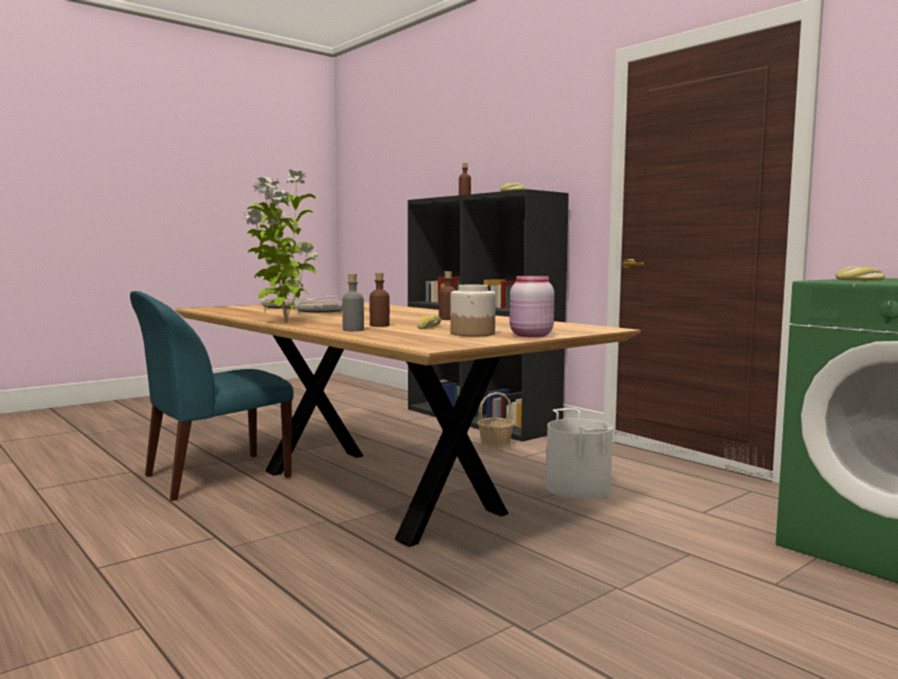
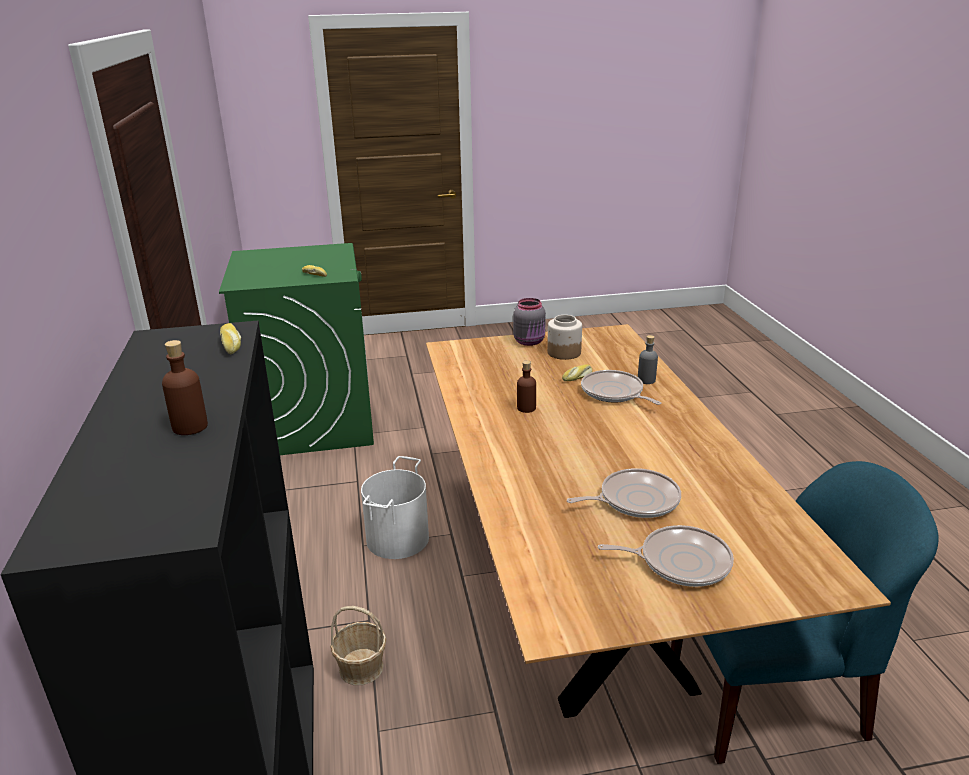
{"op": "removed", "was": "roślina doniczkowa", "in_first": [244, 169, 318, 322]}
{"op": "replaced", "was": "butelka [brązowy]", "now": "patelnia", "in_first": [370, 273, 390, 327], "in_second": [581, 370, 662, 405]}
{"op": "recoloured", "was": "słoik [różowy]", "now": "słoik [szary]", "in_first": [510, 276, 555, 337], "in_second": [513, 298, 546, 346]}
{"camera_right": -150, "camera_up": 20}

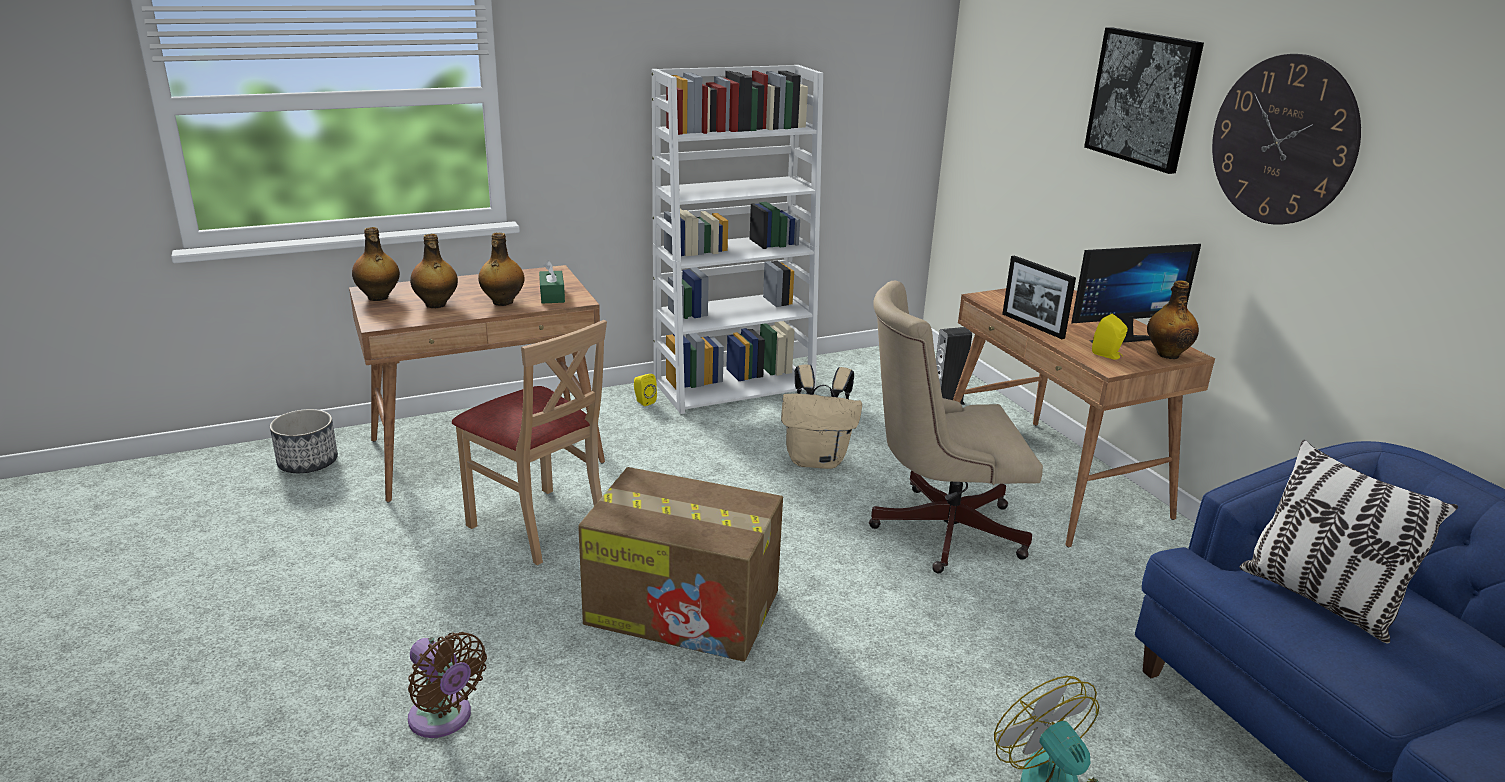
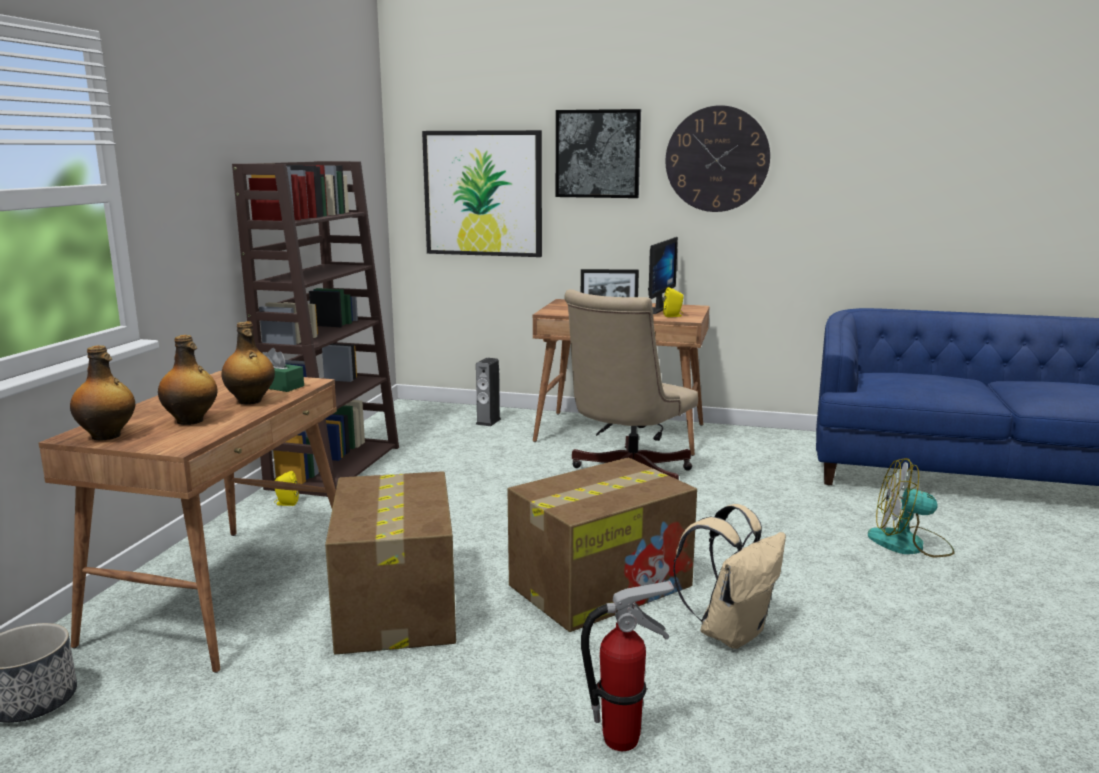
{"op": "recoloured", "was": "regał [biały]", "now": "regał [brązowy]", "in_first": [652, 65, 823, 414], "in_second": [232, 161, 399, 497]}
{"op": "removed", "was": "butelka", "in_first": [1147, 280, 1199, 359]}
{"op": "replaced", "was": "krzesło [beżowy]", "now": "karton", "in_first": [452, 320, 607, 565], "in_second": [325, 471, 456, 655]}
{"op": "moved", "was": "plecak [beżowy]", "in_first": [781, 365, 862, 469], "in_second": [673, 504, 786, 649]}
{"op": "removed", "was": "poduszka", "in_first": [1240, 440, 1458, 643]}
{"op": "replaced", "was": "wentylator [brązowy]", "now": "gaśnica", "in_first": [408, 632, 487, 738], "in_second": [581, 580, 674, 751]}
{"op": "added", "now": "obraz", "in_second": [422, 130, 542, 257]}
{"camera_right": -50, "camera_up": -10}

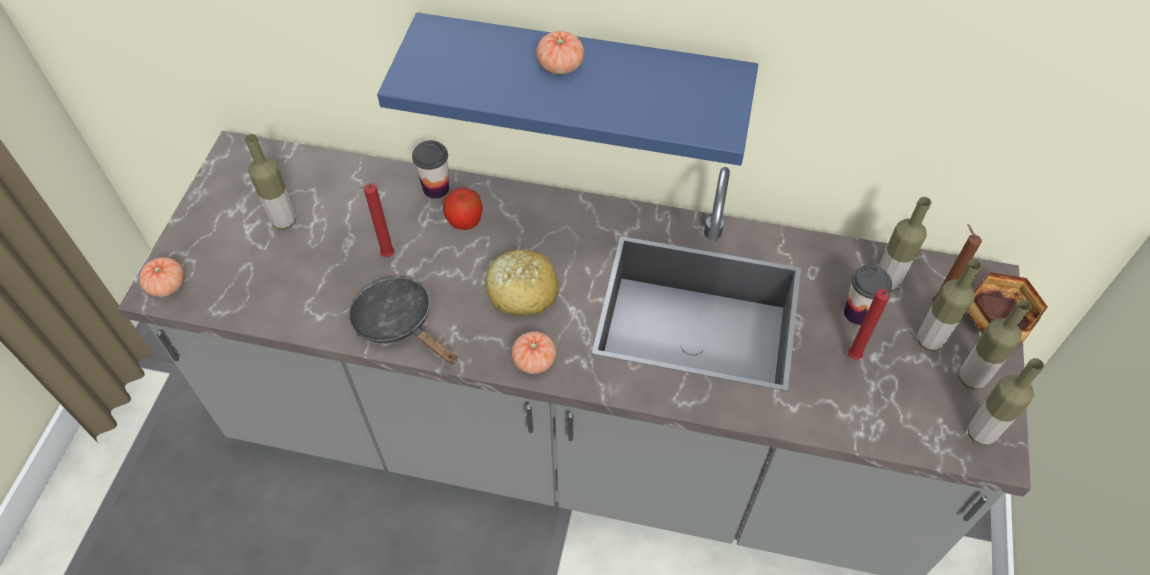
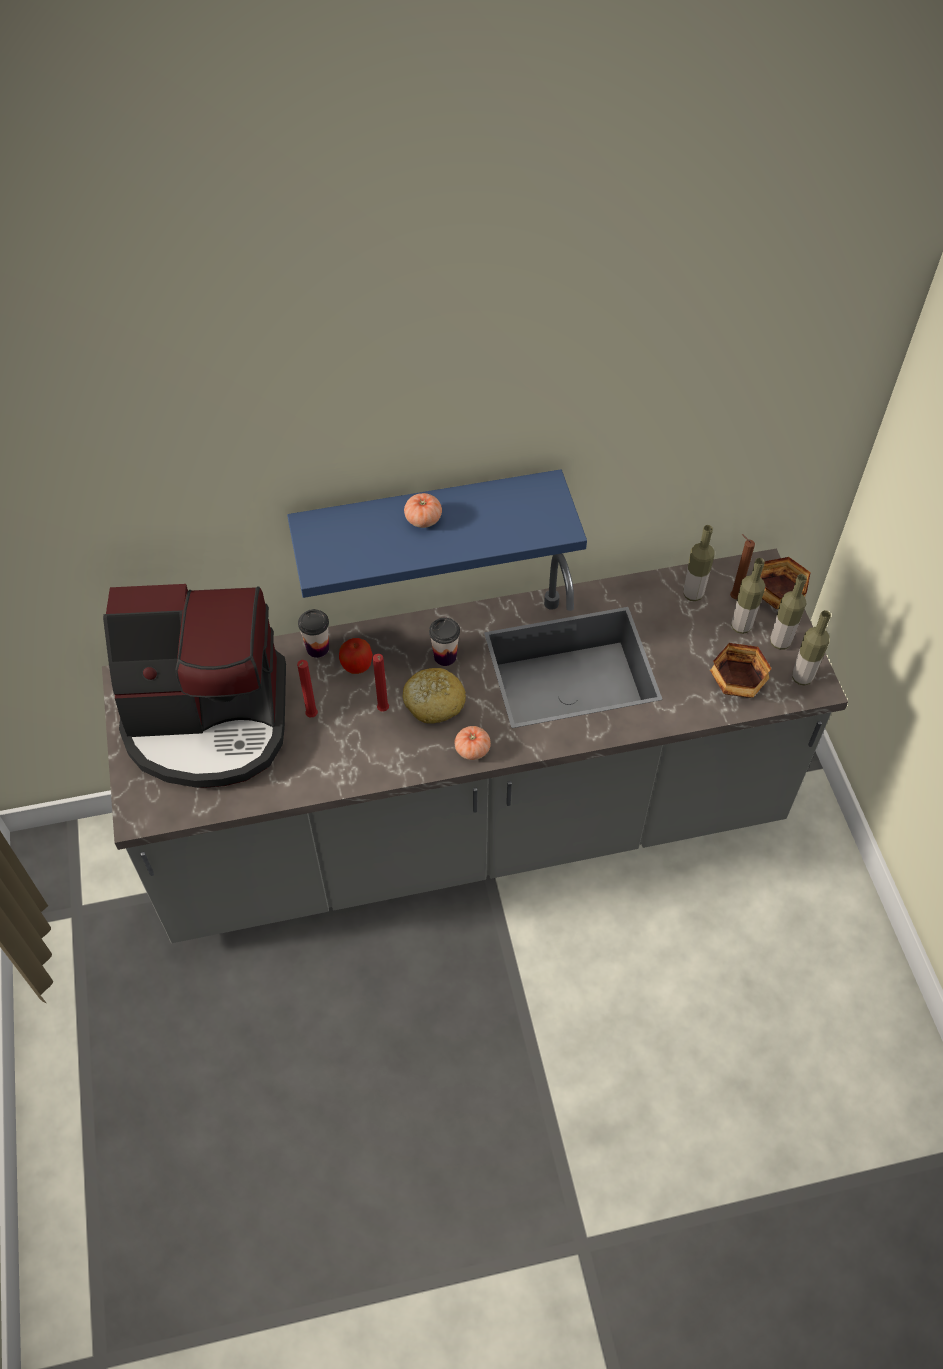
{"op": "replaced", "was": "butelka", "now": "ekspres do kawy", "in_first": [245, 134, 296, 230], "in_second": [103, 584, 286, 788]}
{"op": "removed", "was": "pomidor", "in_first": [139, 257, 184, 297]}
{"op": "moved", "was": "filiżanka", "in_first": [844, 265, 892, 325], "in_second": [429, 618, 460, 666]}
{"op": "removed", "was": "patelnia [czarny]", "in_first": [349, 277, 458, 365]}
{"op": "moved", "was": "świeca [czerwony]", "in_first": [848, 289, 890, 360], "in_second": [373, 654, 389, 712]}
{"op": "added", "now": "miska", "in_second": [710, 643, 772, 698]}
{"camera_right": -25, "camera_up": 0}

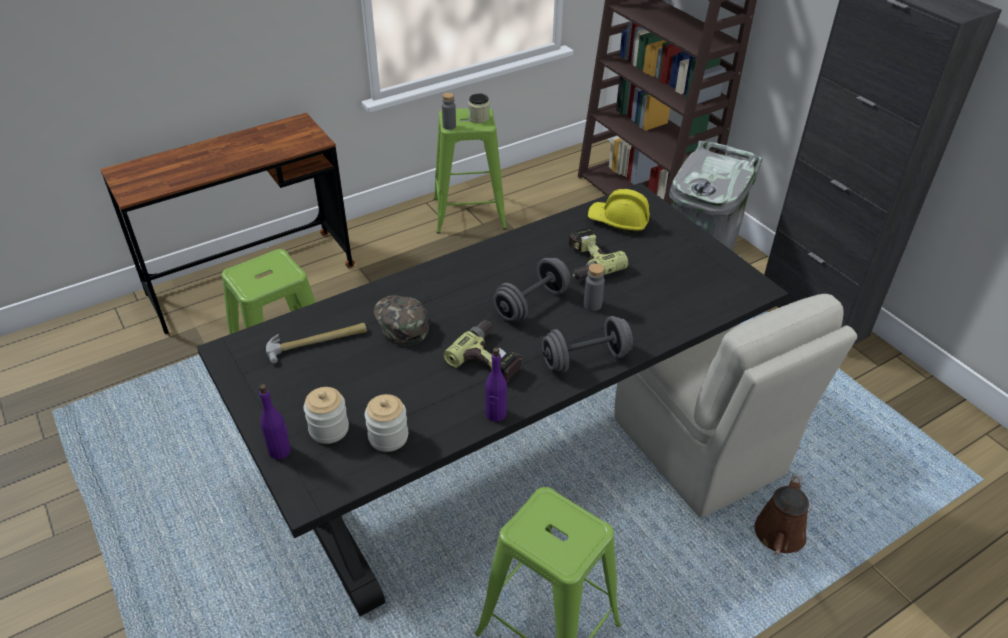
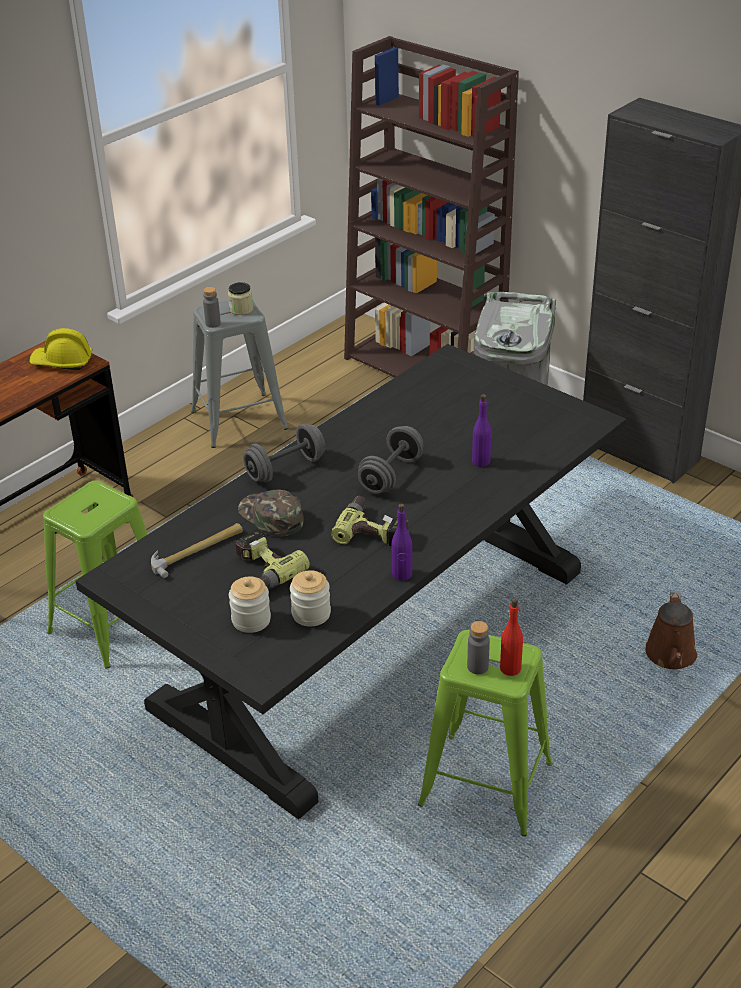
{"op": "recoloured", "was": "stołek [zielony]", "now": "stołek [szary]", "in_first": [434, 108, 507, 234], "in_second": [191, 300, 288, 448]}
{"op": "moved", "was": "kask [żółty]", "in_first": [588, 189, 650, 233], "in_second": [30, 328, 92, 370]}
{"op": "moved", "was": "wiertarka", "in_first": [569, 227, 628, 280], "in_second": [236, 529, 310, 589]}
{"op": "moved", "was": "butelka [szary]", "in_first": [584, 263, 605, 311], "in_second": [467, 621, 490, 674]}
{"op": "removed", "was": "krzesło [beżowy]", "in_first": [614, 294, 857, 518]}
{"op": "moved", "was": "hantel [szary]", "in_first": [542, 316, 633, 372], "in_second": [243, 424, 326, 482]}
{"op": "moved", "was": "butelka [fioletowy]", "in_first": [259, 384, 291, 459], "in_second": [472, 394, 492, 467]}
{"op": "added", "now": "butelka [czerwony]", "in_second": [500, 598, 523, 676]}
{"camera_right": -15, "camera_up": -5}

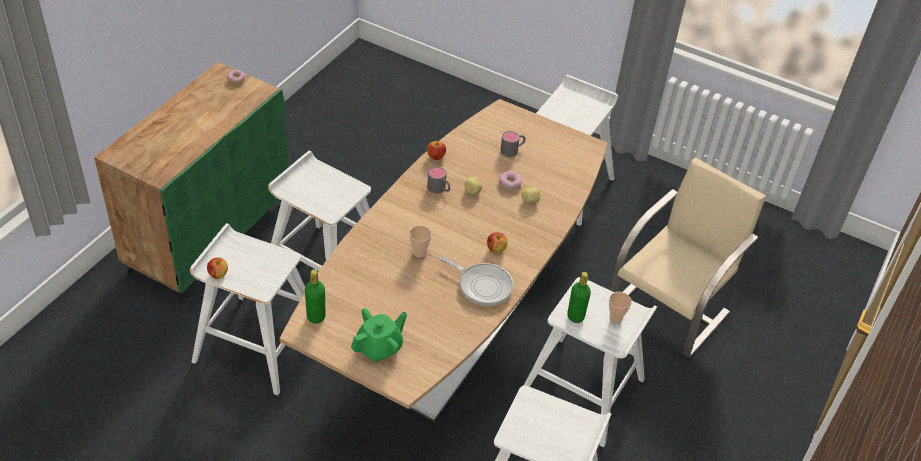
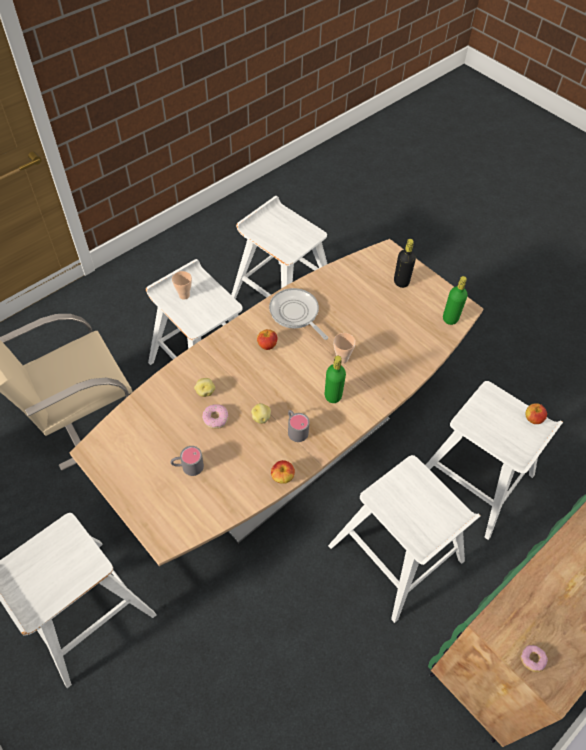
{"op": "moved", "was": "butelka [zielony]", "in_first": [567, 272, 591, 323], "in_second": [325, 355, 346, 403]}
{"op": "replaced", "was": "imbryk [zielony]", "now": "butelka [czarny]", "in_first": [351, 308, 407, 362], "in_second": [394, 239, 416, 288]}
{"camera_right": -160, "camera_up": 10}

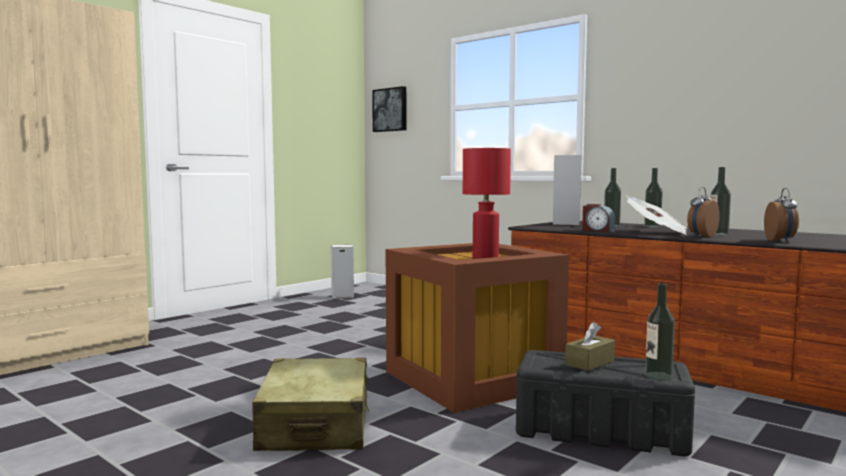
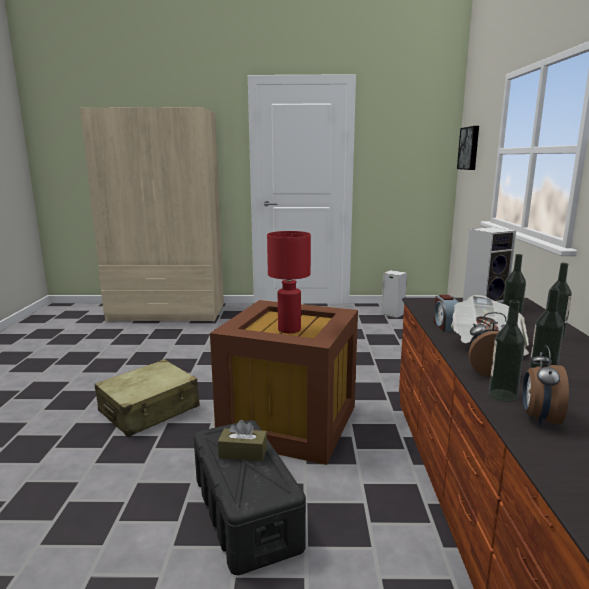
{"op": "turned", "was": "budzik", "in_first": [764, 188, 799, 242], "in_second": [523, 345, 569, 426], "clockwise": 135}
{"op": "moved", "was": "butelka", "in_first": [645, 283, 675, 380], "in_second": [489, 300, 525, 402]}
{"camera_right": 50, "camera_up": 10}

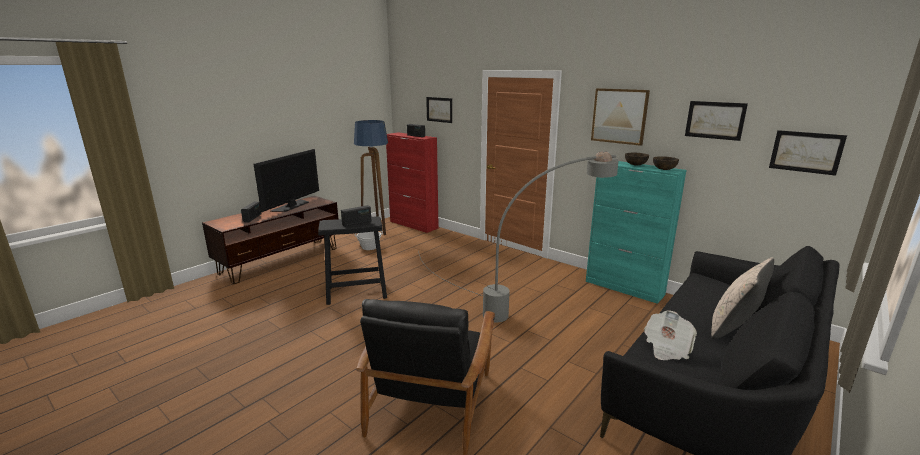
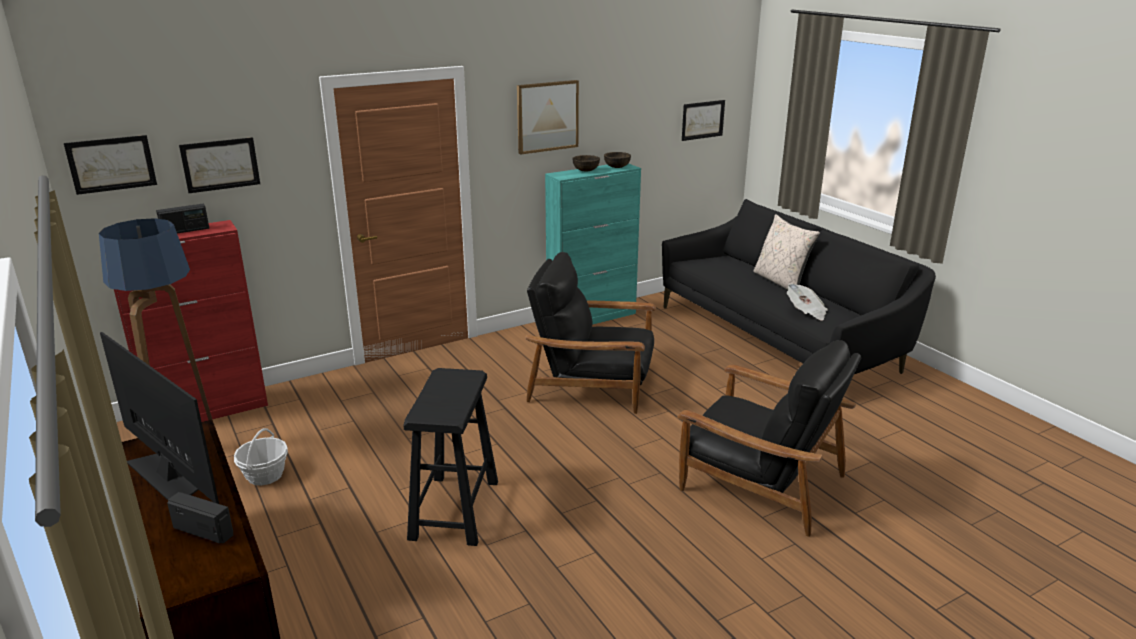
{"op": "moved", "was": "obraz", "in_first": [685, 101, 748, 141], "in_second": [64, 135, 157, 195]}
{"op": "replaced", "was": "lampa stojąca [szary]", "now": "fotel [czarny]", "in_first": [418, 151, 619, 322], "in_second": [526, 252, 656, 414]}
{"op": "removed", "was": "radio", "in_first": [341, 205, 372, 227]}
{"camera_right": -70, "camera_up": 5}

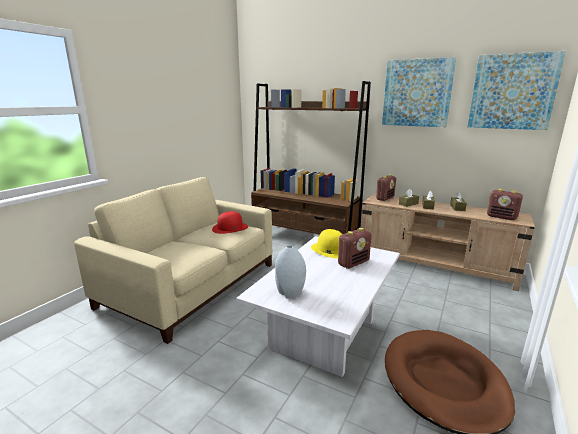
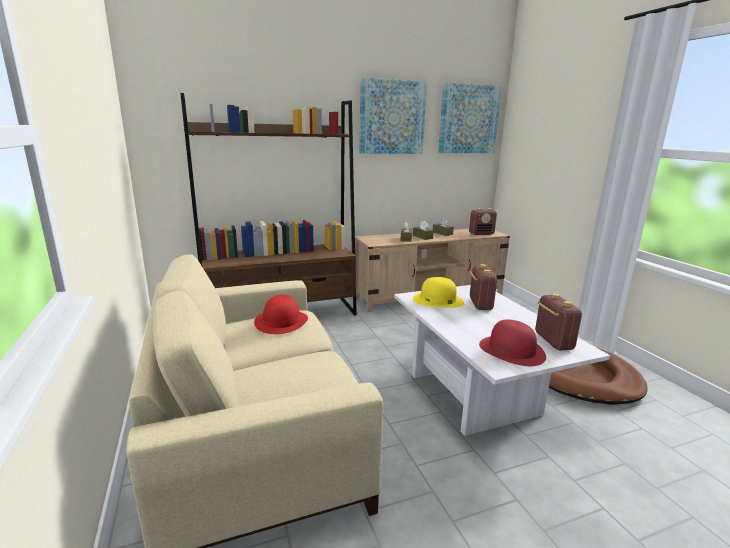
{"op": "moved", "was": "radio", "in_first": [376, 174, 396, 201], "in_second": [535, 293, 582, 351]}
{"op": "replaced", "was": "wazon [szary]", "now": "kapelusz [czerwony]", "in_first": [275, 246, 306, 299], "in_second": [479, 319, 546, 366]}
{"camera_right": -50, "camera_up": 0}

